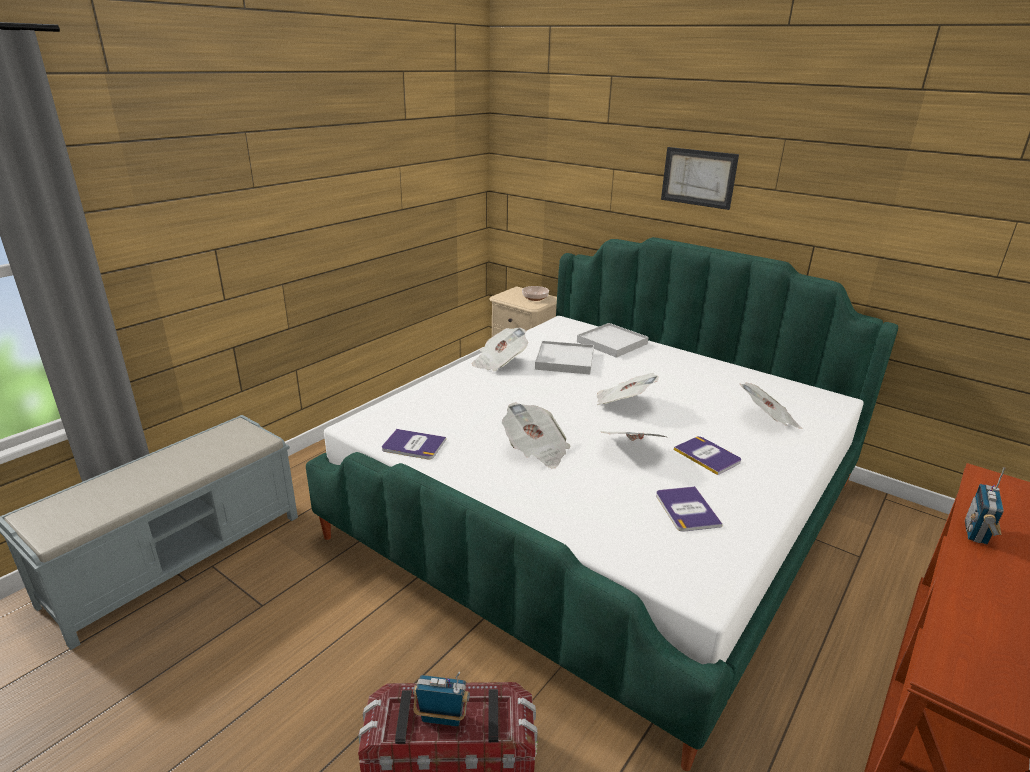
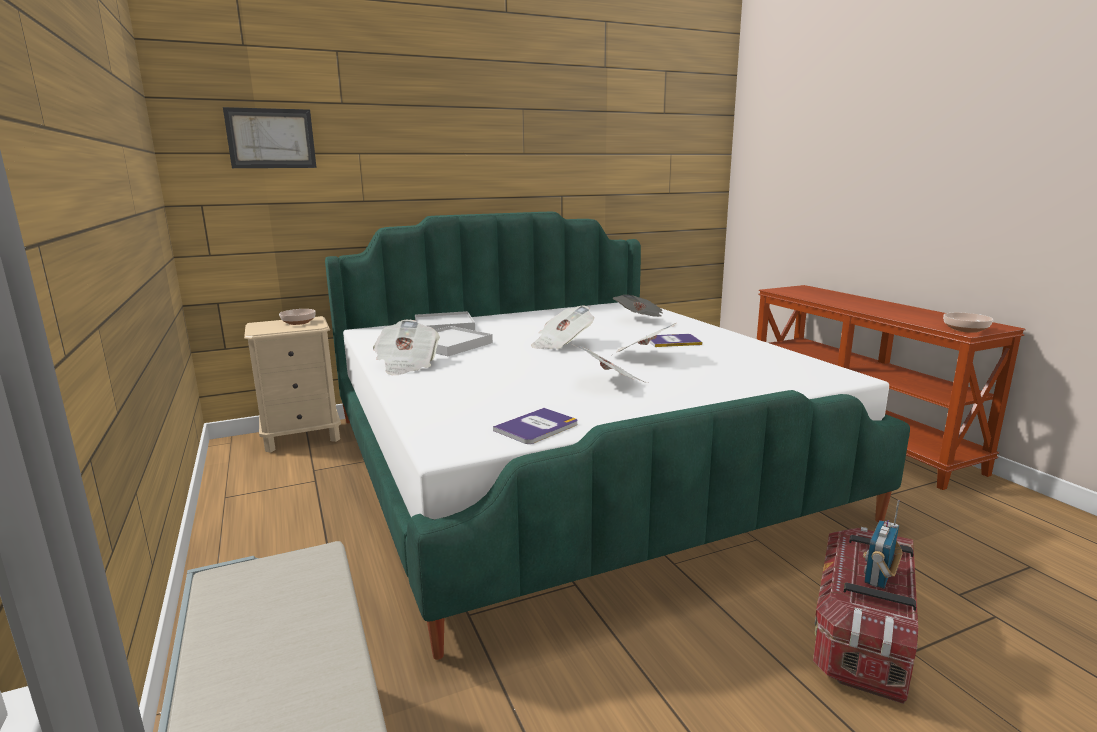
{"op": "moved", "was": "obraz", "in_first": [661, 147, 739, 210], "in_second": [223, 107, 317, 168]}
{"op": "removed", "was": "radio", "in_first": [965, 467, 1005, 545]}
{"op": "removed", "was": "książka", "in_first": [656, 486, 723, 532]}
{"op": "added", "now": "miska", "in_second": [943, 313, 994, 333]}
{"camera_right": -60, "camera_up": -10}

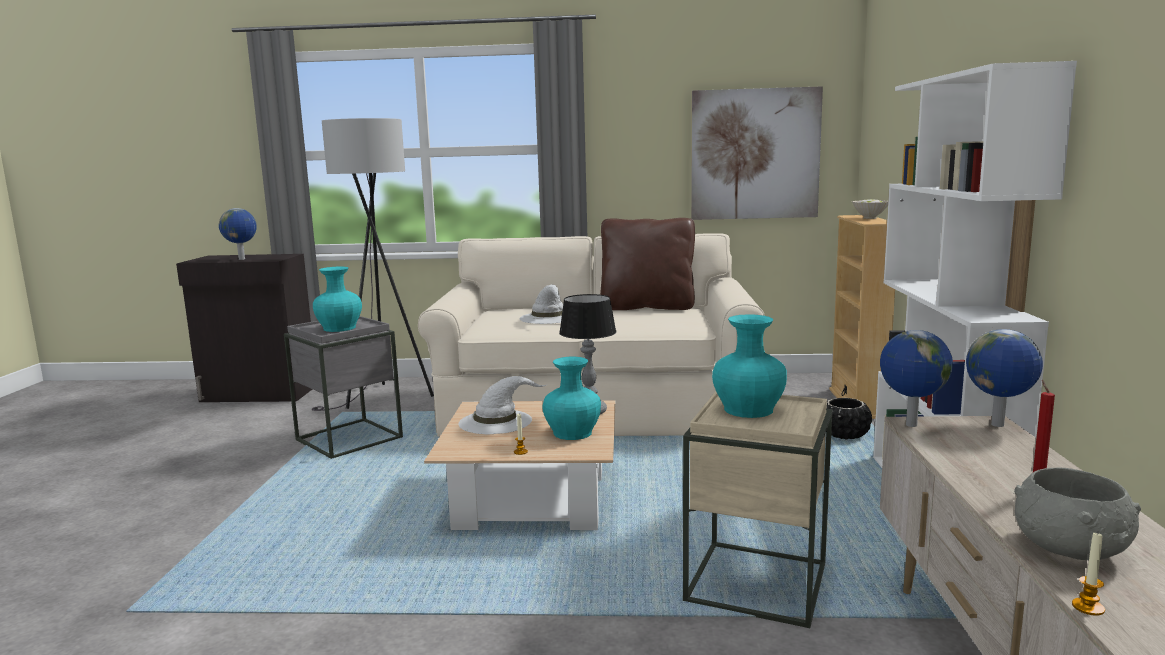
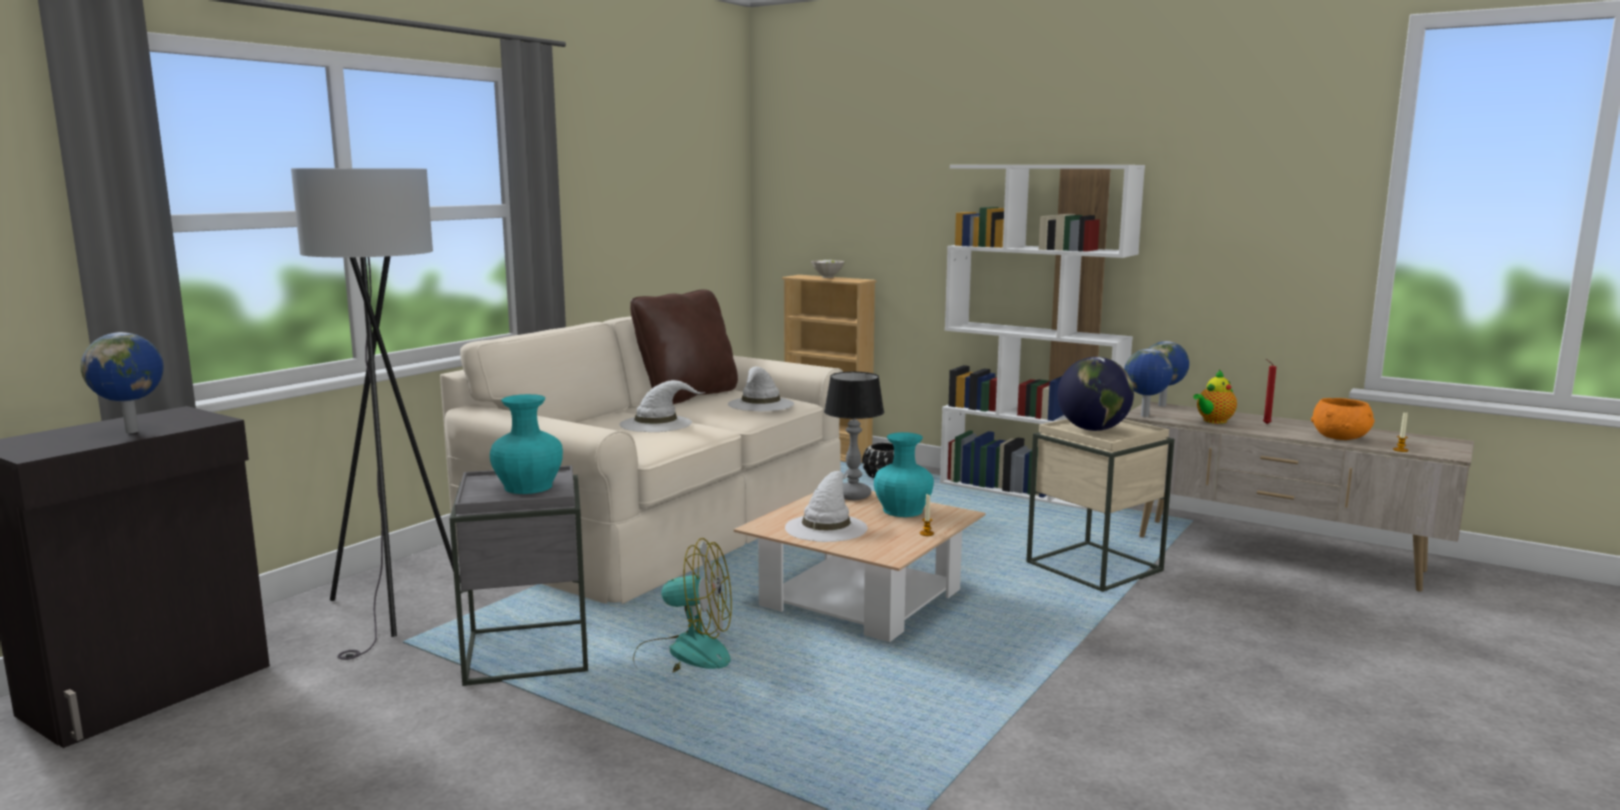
{"op": "removed", "was": "obraz", "in_first": [691, 86, 823, 220]}
{"op": "replaced", "was": "wazon [turkusowy]", "now": "globus", "in_first": [712, 314, 787, 418], "in_second": [1058, 357, 1134, 431]}
{"op": "recoloured", "was": "miska [szary]", "now": "miska [pomarańczowy]", "in_first": [1014, 468, 1141, 560], "in_second": [1311, 398, 1375, 440]}
{"op": "added", "now": "kapelusz [biały]", "in_second": [728, 366, 794, 411]}
{"op": "added", "now": "imbryk", "in_second": [1193, 370, 1237, 424]}
{"op": "added", "now": "wentylator", "in_second": [633, 538, 732, 672]}
{"camera_right": -60, "camera_up": 0}

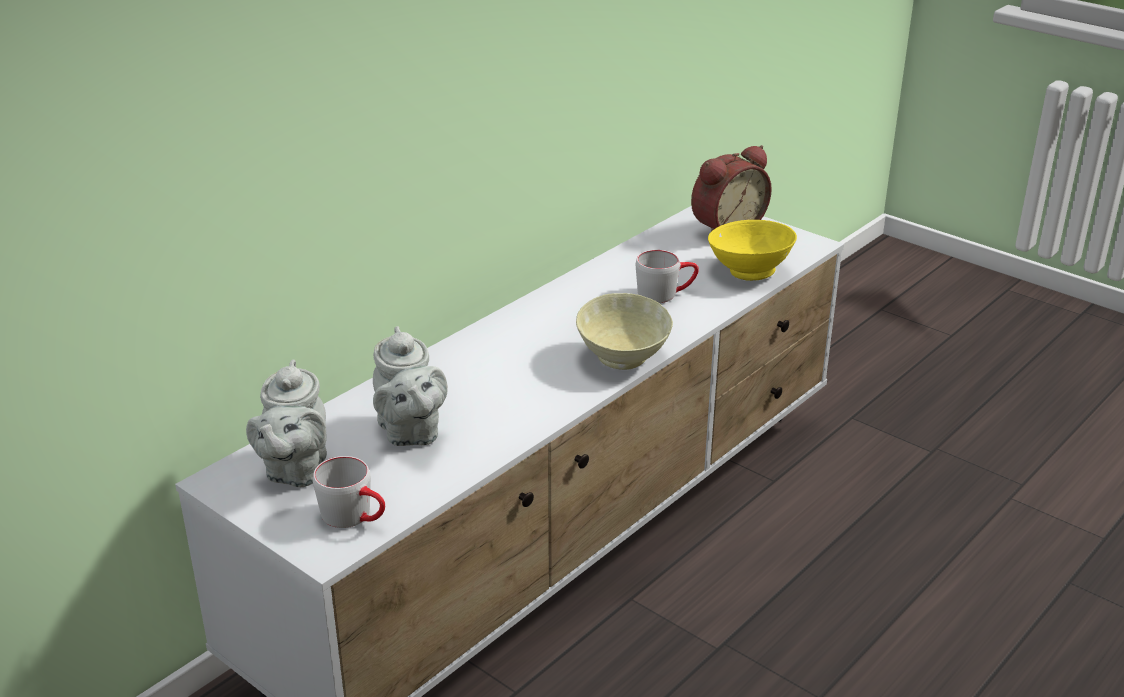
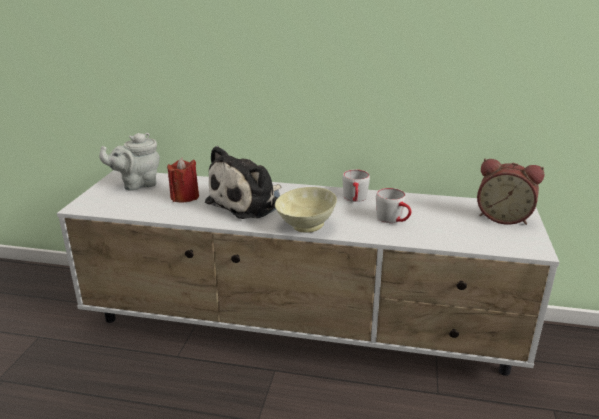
{"op": "removed", "was": "miska [żółty]", "in_first": [708, 220, 797, 281]}
{"op": "replaced", "was": "imbryk [szary]", "now": "świeca [czerwony]", "in_first": [373, 326, 448, 446], "in_second": [167, 158, 199, 202]}
{"op": "moved", "was": "kubek [szary]", "in_first": [313, 456, 385, 528], "in_second": [342, 170, 370, 202]}
{"op": "added", "now": "pluszak", "in_second": [205, 146, 282, 219]}
{"camera_right": 60, "camera_up": -5}

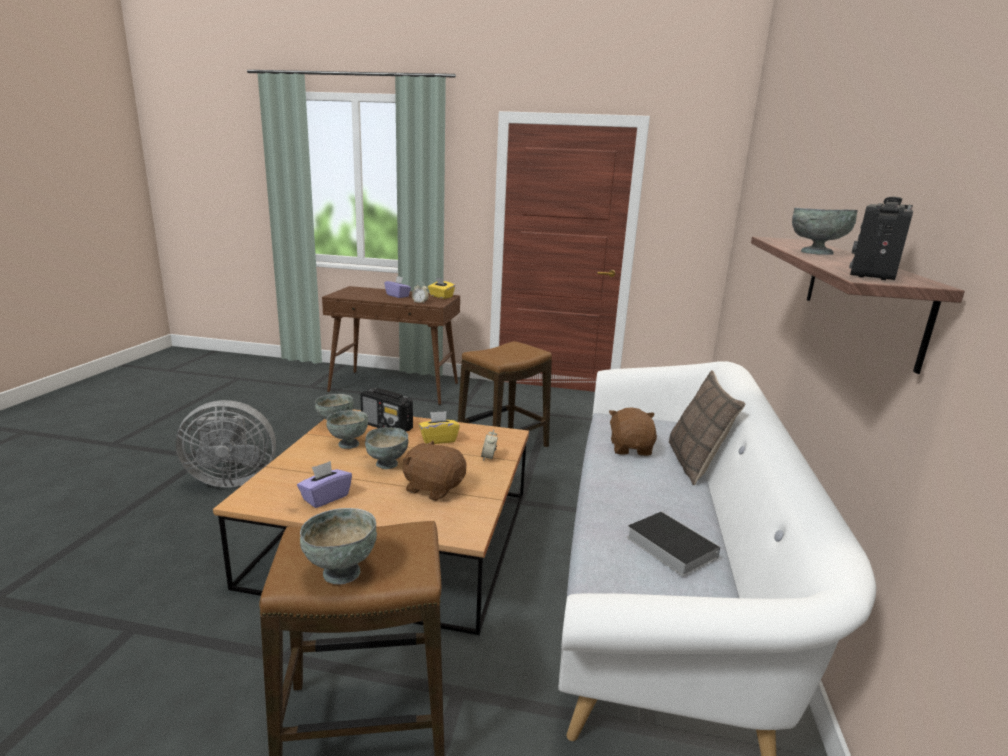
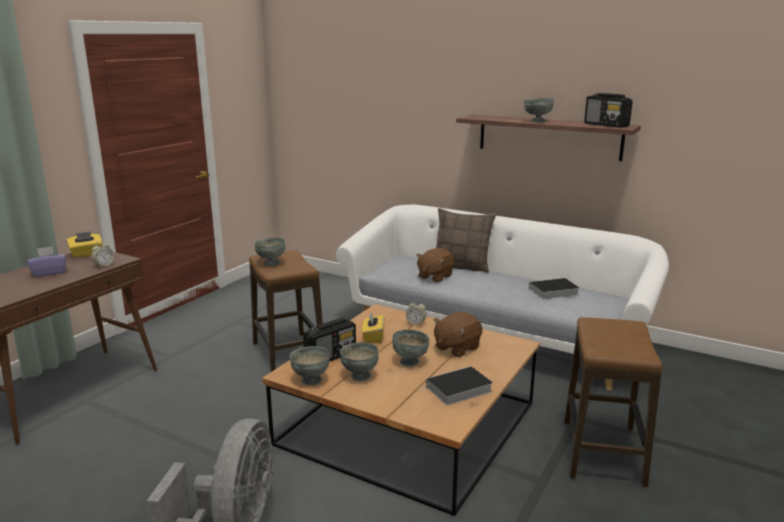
{"op": "turned", "was": "pluszak [brązowy]", "in_first": [609, 407, 657, 456], "in_second": [416, 248, 454, 282], "clockwise": -75}
{"op": "replaced", "was": "pudełko chusteczek [fioletowy]", "now": "książka", "in_first": [297, 461, 352, 508], "in_second": [418, 366, 493, 405]}
{"op": "moved", "was": "miska [szary]", "in_first": [300, 508, 377, 584], "in_second": [255, 238, 285, 266]}
{"camera_right": -70, "camera_up": 0}

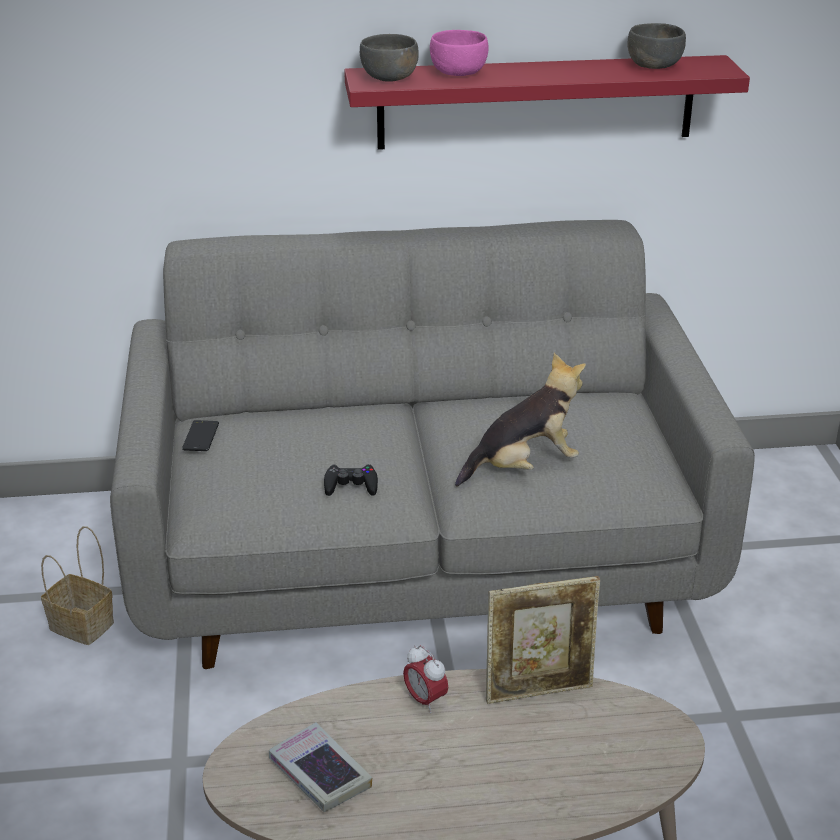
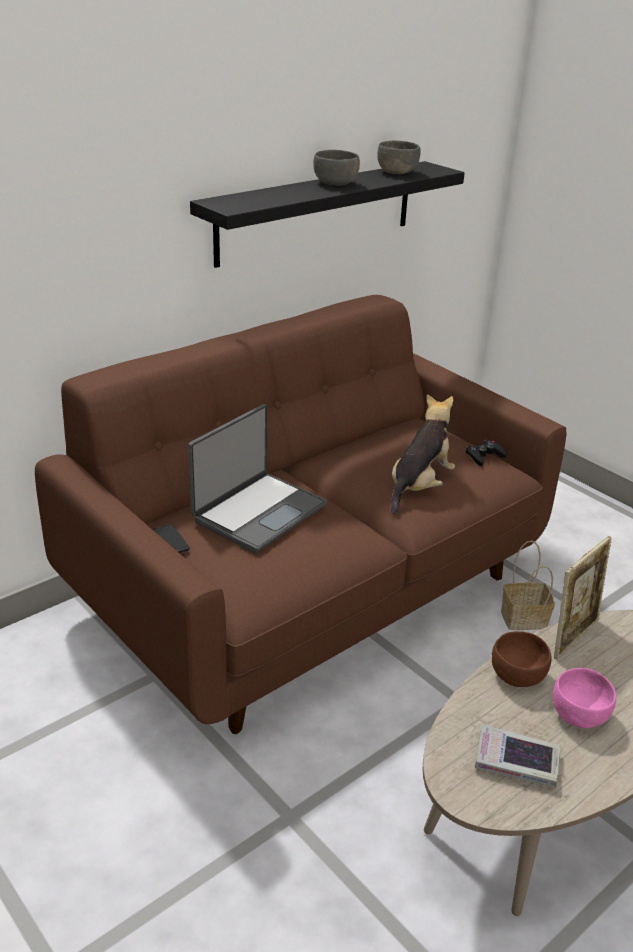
{"op": "moved", "was": "miska [różowy]", "in_first": [430, 30, 489, 76], "in_second": [553, 668, 616, 728]}
{"op": "moved", "was": "miska [szary]", "in_first": [360, 34, 419, 82], "in_second": [313, 150, 360, 186]}
{"op": "recoloured", "was": "półka [czerwony]", "now": "półka [czarny]", "in_first": [344, 55, 750, 150], "in_second": [190, 161, 465, 268]}
{"op": "recoloured", "was": "kanapa [szary]", "now": "kanapa [brązowy]", "in_first": [110, 220, 755, 669], "in_second": [35, 295, 566, 734]}
{"op": "moved", "was": "pad do gier [czarny]", "in_first": [324, 464, 378, 496], "in_second": [465, 439, 507, 466]}
{"op": "moved", "was": "koszyk", "in_first": [41, 526, 114, 645], "in_second": [501, 540, 555, 630]}
{"op": "replaced", "was": "budzik", "now": "miska [brązowy]", "in_first": [403, 645, 448, 713], "in_second": [492, 631, 552, 687]}
{"op": "added", "now": "laptop", "in_second": [188, 404, 327, 553]}
{"camera_right": -35, "camera_up": 0}

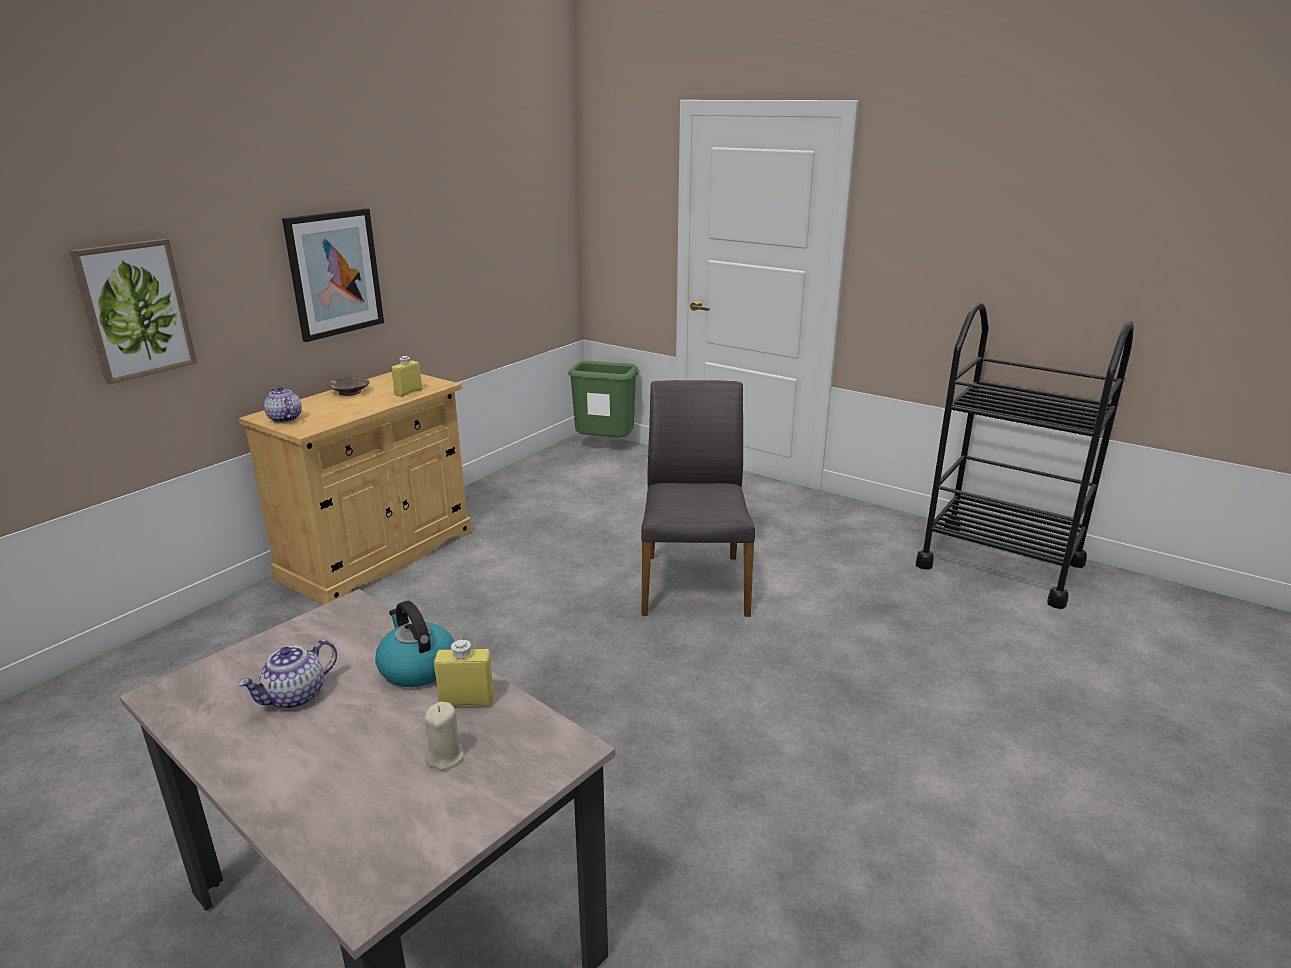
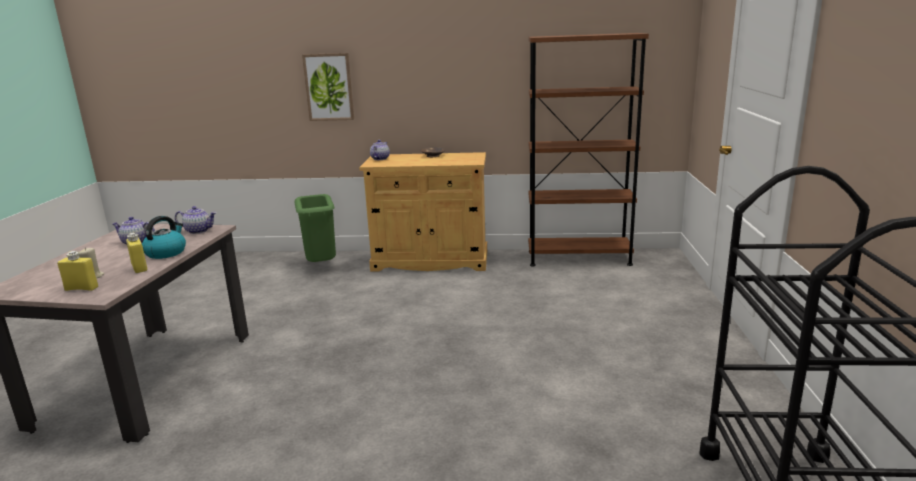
{"op": "removed", "was": "obraz", "in_first": [282, 208, 384, 342]}
{"op": "moved", "was": "butelka [żółty]", "in_first": [391, 356, 423, 397], "in_second": [57, 251, 98, 291]}
{"op": "moved", "was": "kosz na śmieci [zielony]", "in_first": [568, 361, 638, 438], "in_second": [294, 194, 336, 262]}
{"op": "removed", "was": "krzesło [szary]", "in_first": [641, 380, 755, 617]}
{"op": "added", "now": "regał [brązowy]", "in_second": [528, 33, 649, 267]}
{"op": "added", "now": "imbryk", "in_second": [175, 206, 216, 234]}
{"camera_right": 60, "camera_up": -5}

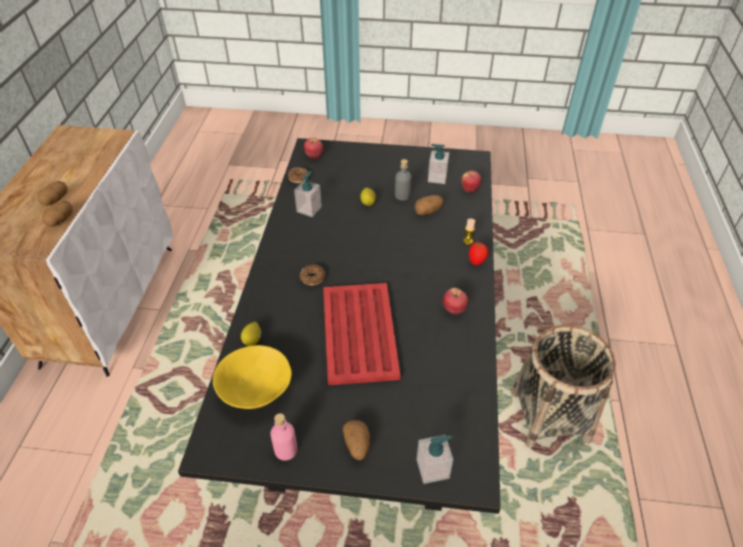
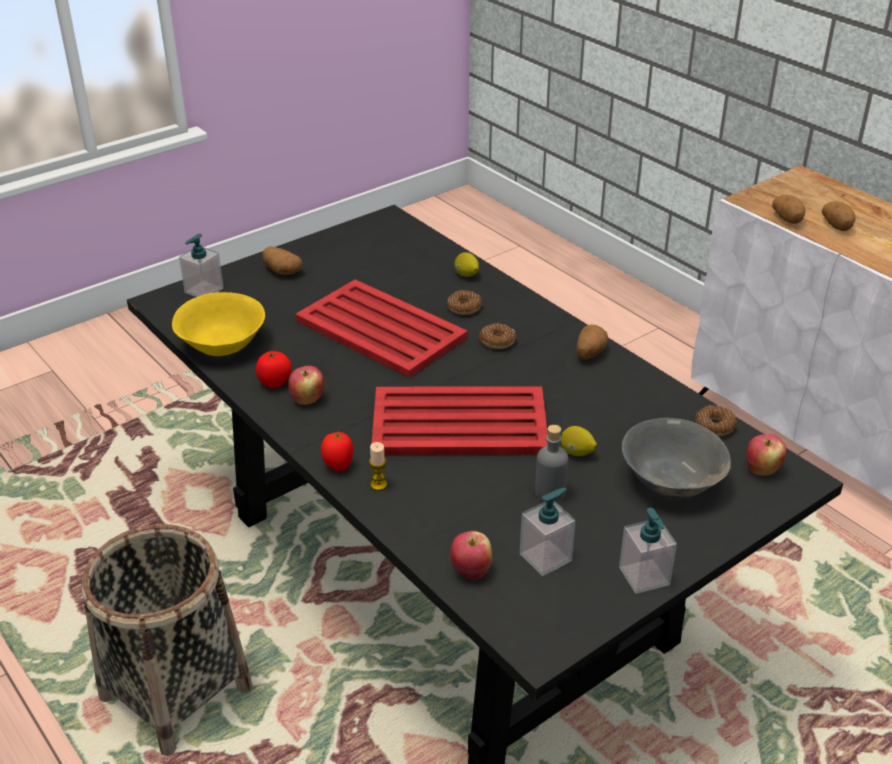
{"op": "moved", "was": "dozownik mydła", "in_first": [294, 171, 322, 217], "in_second": [619, 508, 677, 594]}
{"op": "moved", "was": "ziemniak", "in_first": [415, 195, 443, 215], "in_second": [576, 325, 608, 359]}
{"op": "moved", "was": "miska [żółty]", "in_first": [213, 345, 292, 409], "in_second": [172, 292, 265, 356]}
{"op": "removed", "was": "butelka [różowy]", "in_first": [270, 413, 297, 461]}
{"op": "added", "now": "donut", "in_second": [447, 290, 482, 315]}
{"op": "added", "now": "pomidor", "in_second": [256, 351, 292, 388]}
{"op": "added", "now": "taca [czerwony]", "in_second": [372, 386, 548, 455]}
{"op": "added", "now": "miska [szary]", "in_second": [622, 418, 731, 498]}
{"camera_right": 135, "camera_up": -10}

